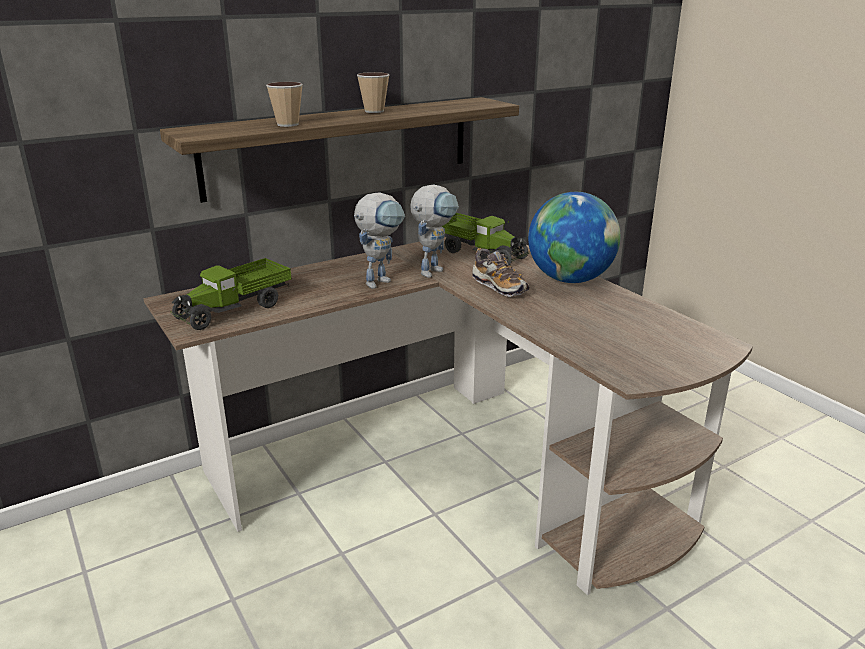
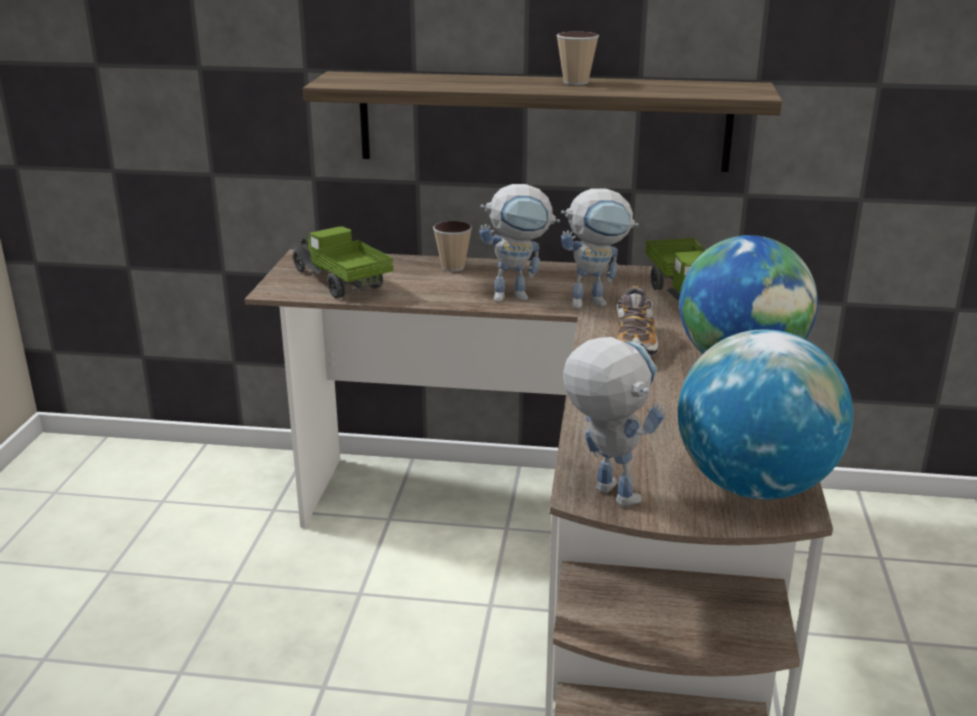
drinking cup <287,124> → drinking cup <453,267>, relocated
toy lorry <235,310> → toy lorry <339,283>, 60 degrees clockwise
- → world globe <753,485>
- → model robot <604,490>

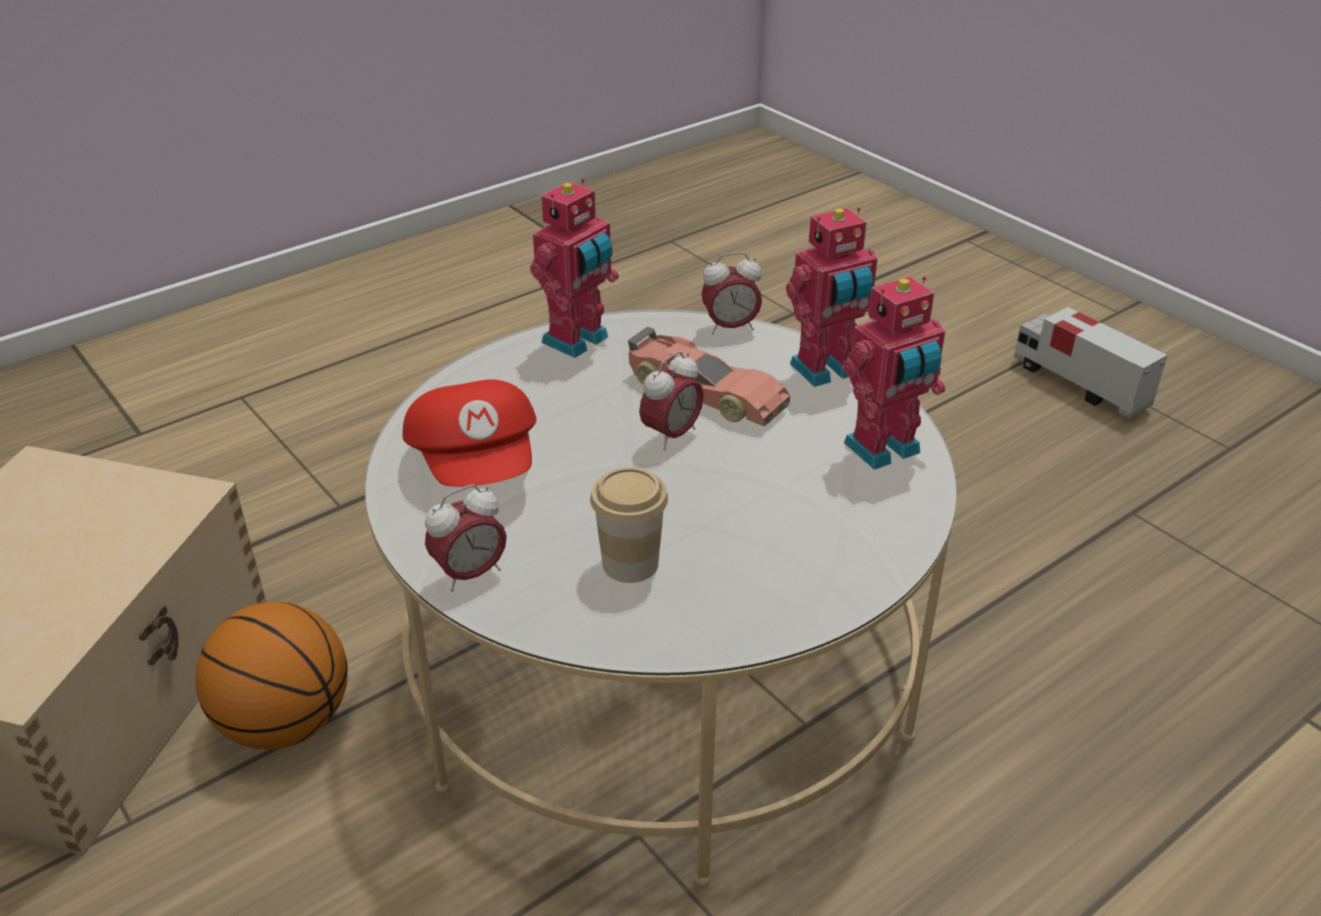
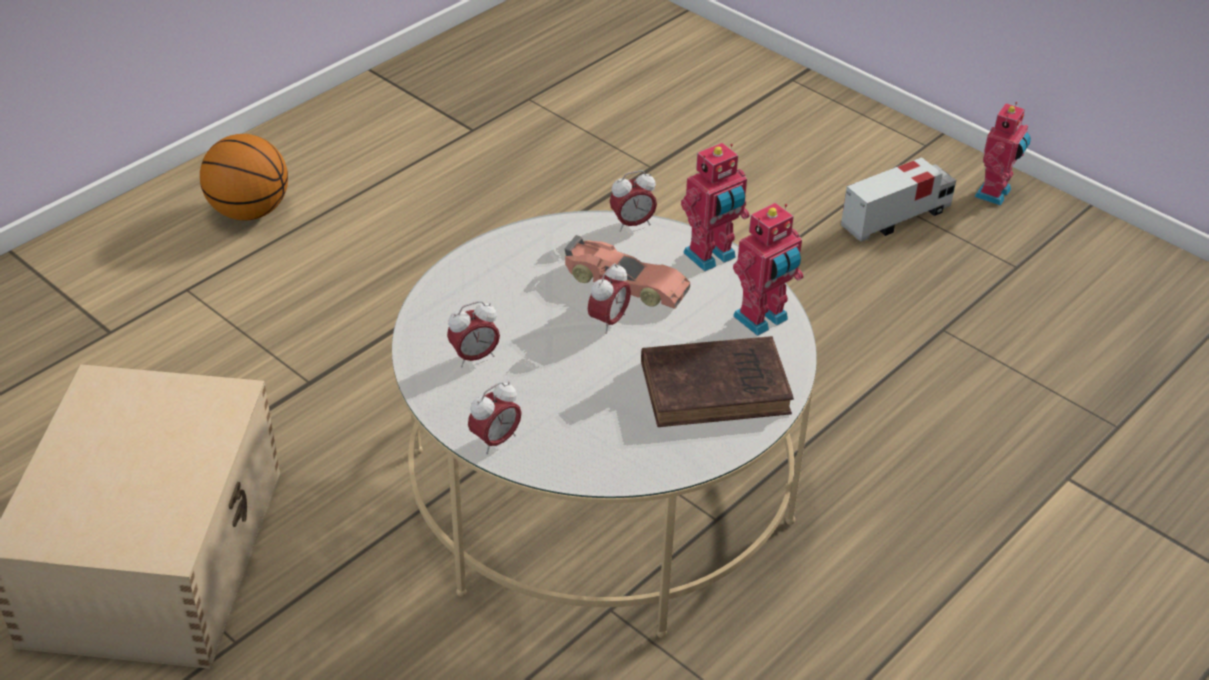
model robot <578,341> → model robot <995,194>, relocated
toy lorry <1079,384> → toy lorry <896,218>, 105 degrees clockwise
peaked cap in red-coloured <478,464> → table clock <474,357>
drinking cup <630,564> → -
ball for basketball <286,722> → ball for basketball <249,211>, relocated
- → volume in brown-coloured <719,388>

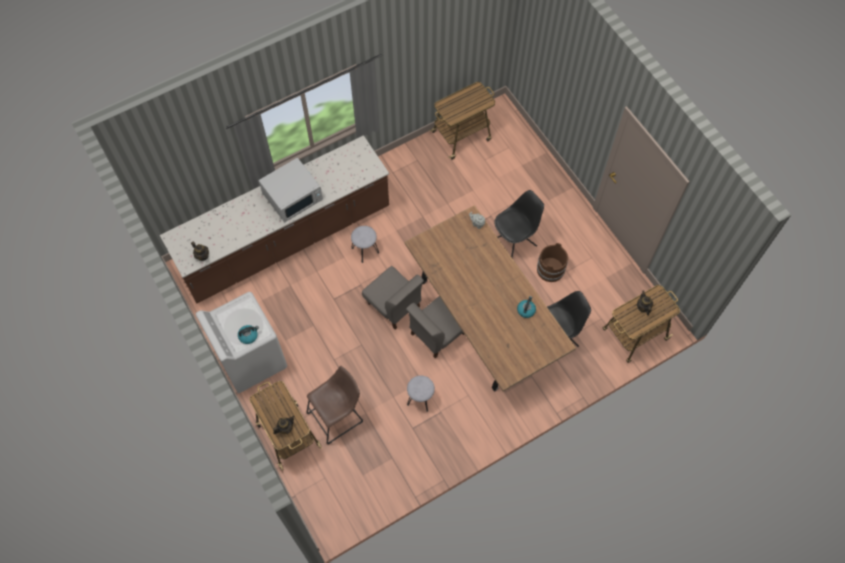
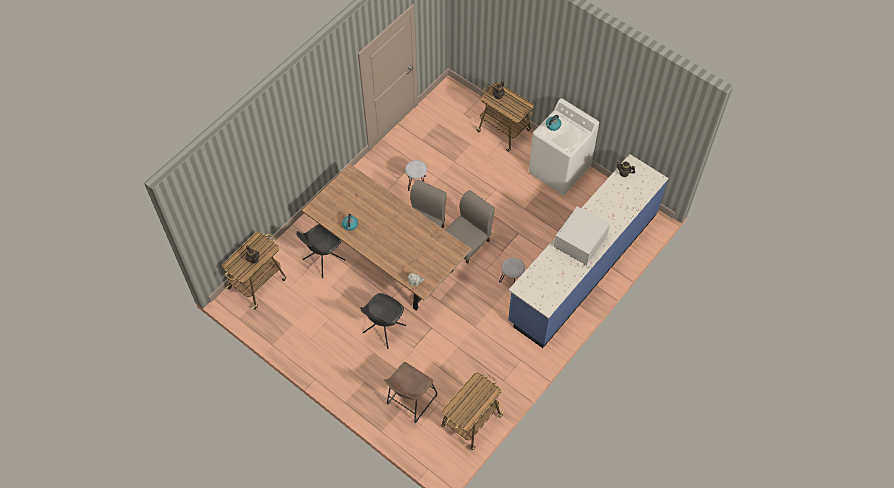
counter in brown-coloured <286,240> → counter in blue-coloured <583,267>
bucket in brown-coloured <550,269> → -
plain chair in greyish <394,305> → plain chair in greyish <467,243>, 105 degrees clockwise
stool seat in brown-coloured <338,416> → stool seat in brown-coloured <410,401>, relocated

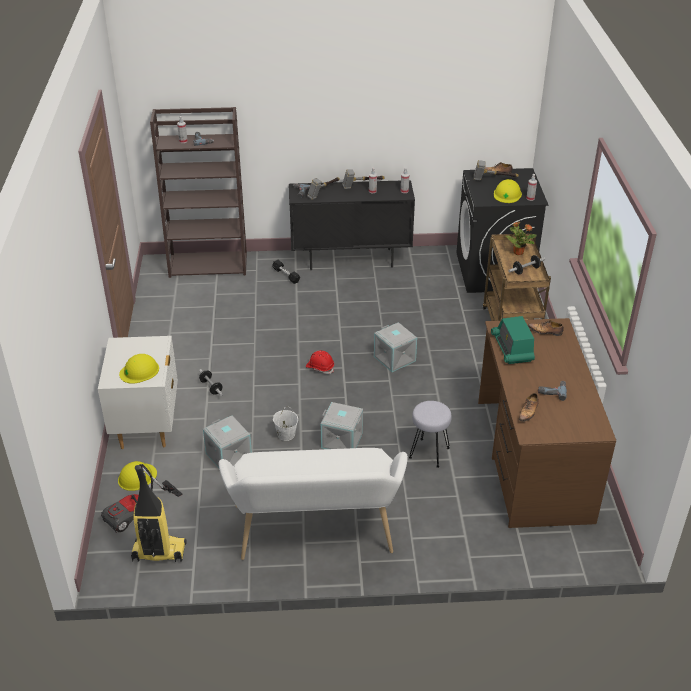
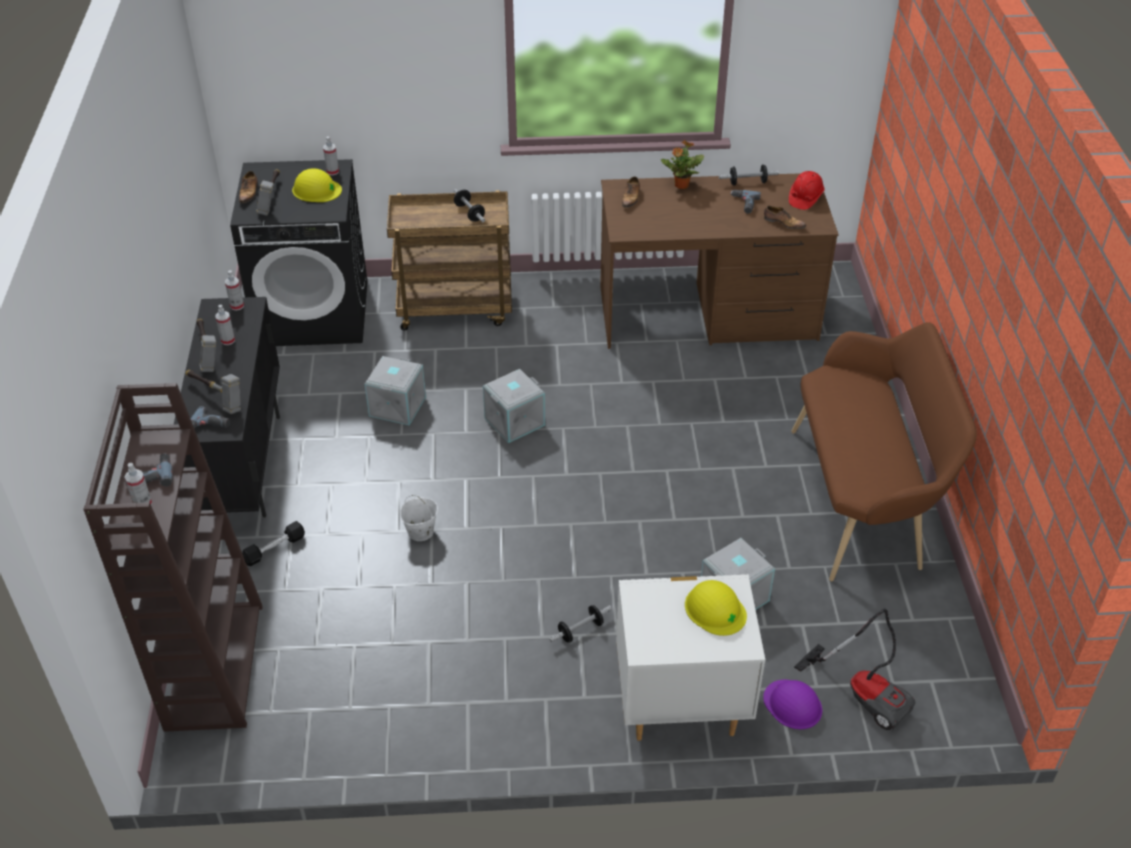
potted plant <518,252> → potted plant <681,185>, relocated
radio <512,348> → -
hard hat in red-coloured <320,367> → hard hat in red-coloured <805,198>, relocated
stool seat in greyish <428,452> → -
storage box in greyish <342,440> → storage box in greyish <396,406>, relocated
bucket in whitish <286,434> → bucket in whitish <420,532>, relocated
long seat in whitish <315,535> → long seat in brown-coloured <864,500>
hard hat in yellowish <137,477> → hard hat in purple-coloured <793,704>
vacuum cleaner <158,553> → -
- → dumbbell <747,182>

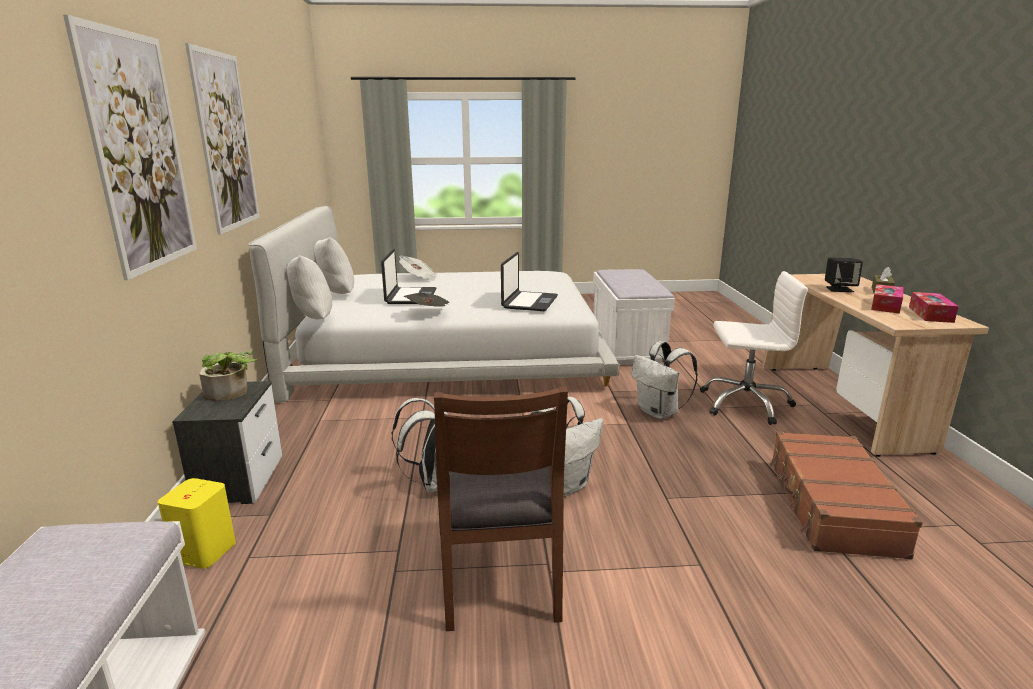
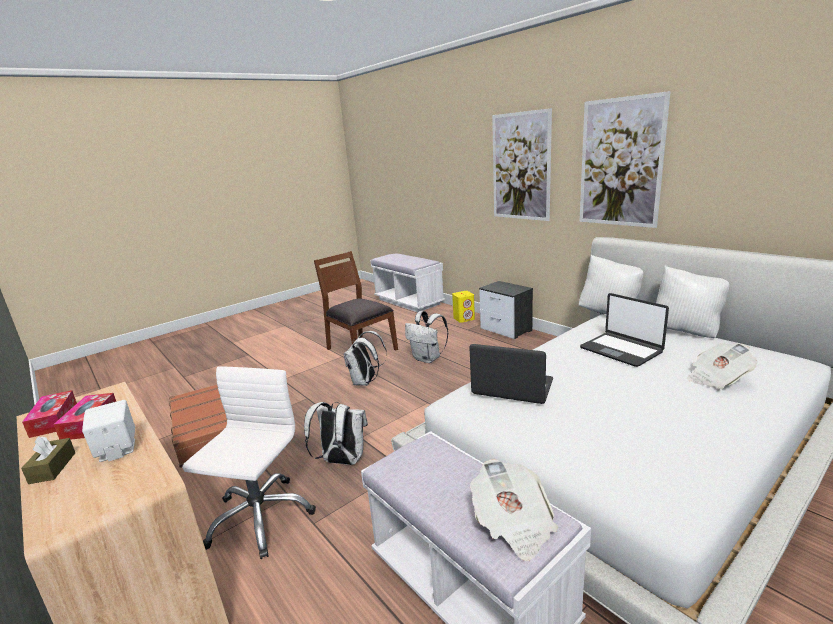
portable computer <529,302> → portable computer <512,388>, 135 degrees clockwise
audio speaker in black <839,289> → audio speaker in whitish <117,451>
office chair in whitish <745,403> → office chair in whitish <260,517>, 135 degrees clockwise
printed paper <429,312> → printed paper <513,525>, relocated
potted plant <231,393> → -

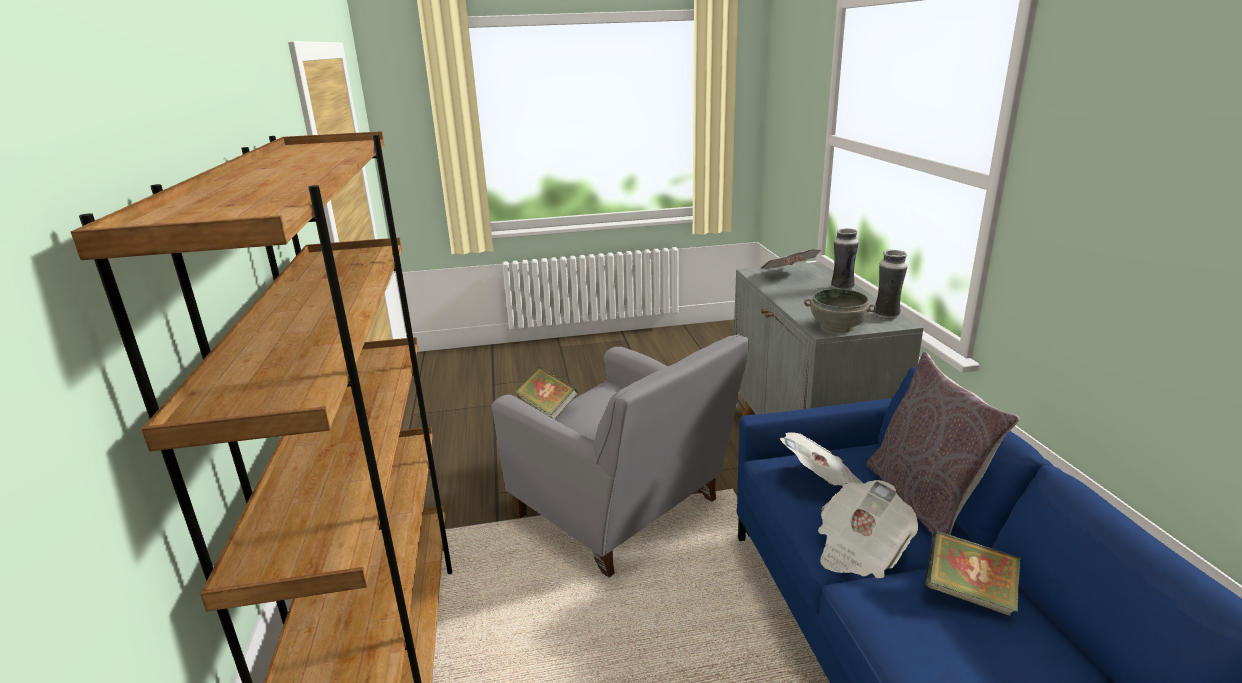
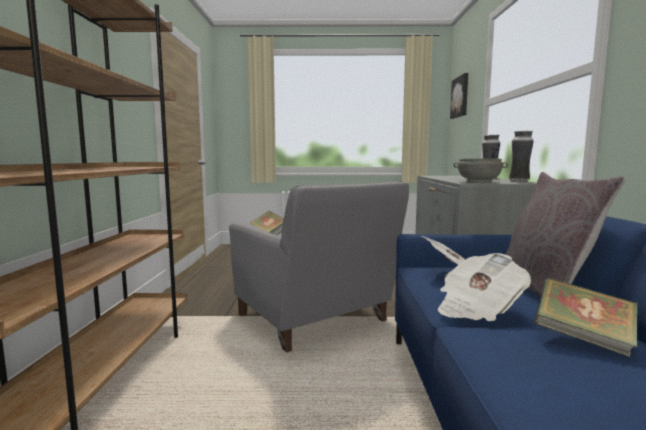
printed paper <788,275> → -
- → wall picture <460,97>

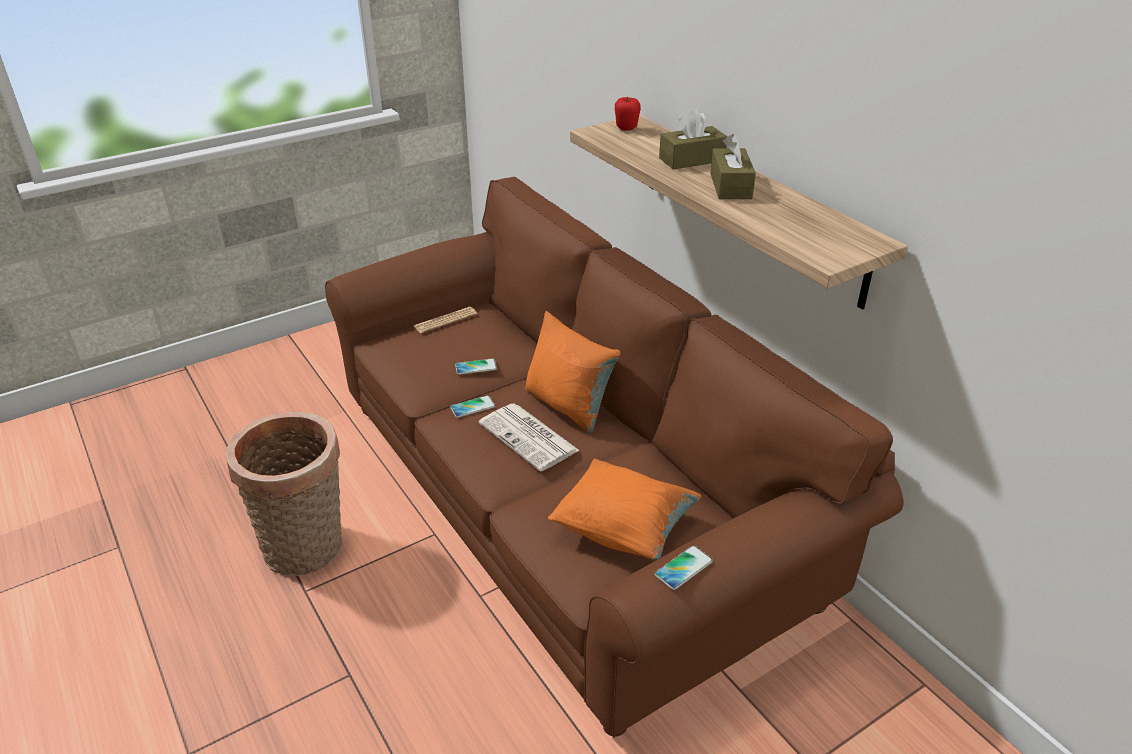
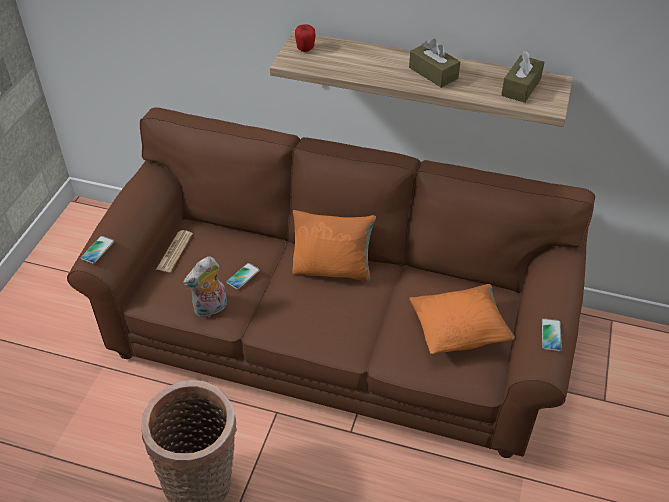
box of tissues in brown-coloured <691,159> → box of tissues in brown-coloured <521,87>, relocated
handset <472,407> → handset <97,250>, relocated
printed paper <530,437> → -
- → soft toy <211,309>

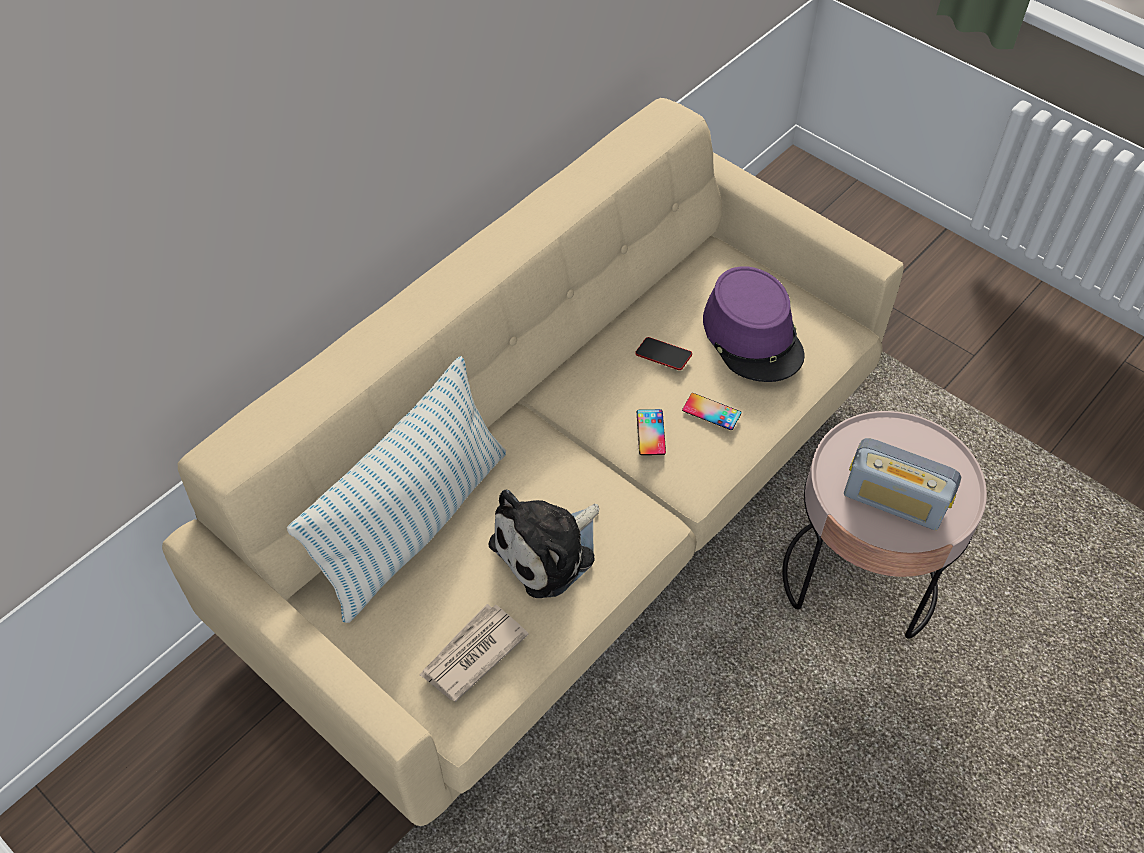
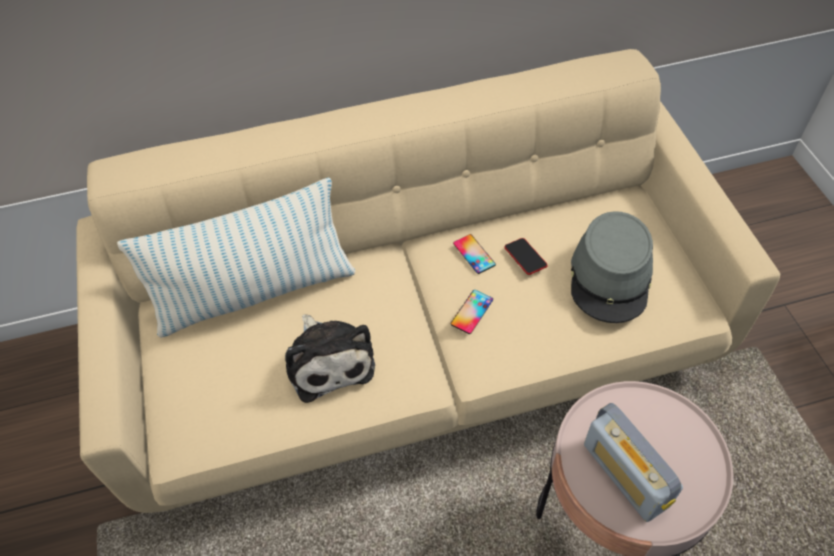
hat in purple-coloured <753,336> → hat in greyish <611,276>
handset <711,412> → handset <474,254>, relocated
soft toy <548,549> → soft toy <328,360>, 105 degrees counterclockwise
printed paper <472,654> → -

